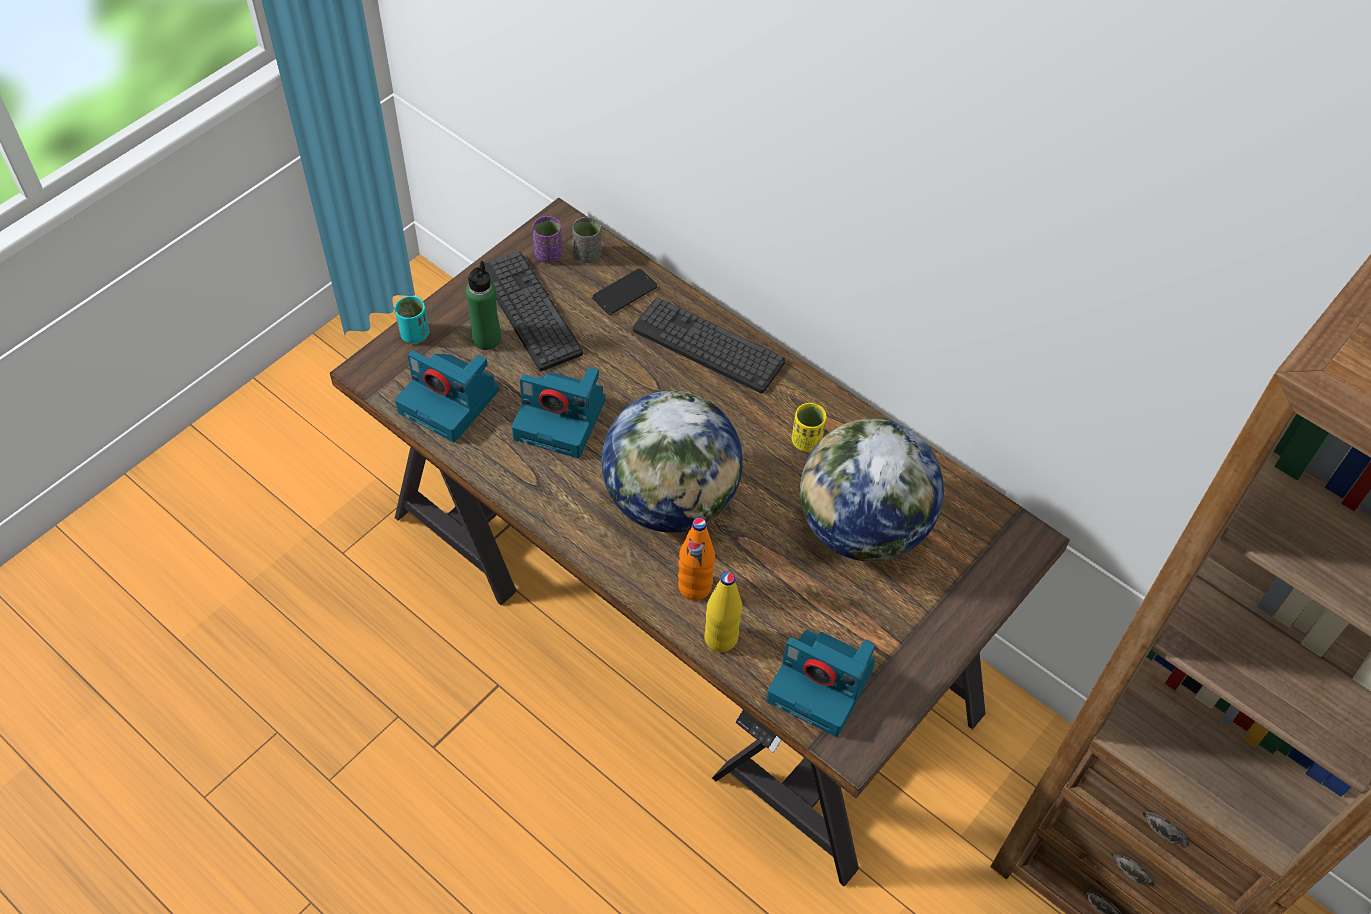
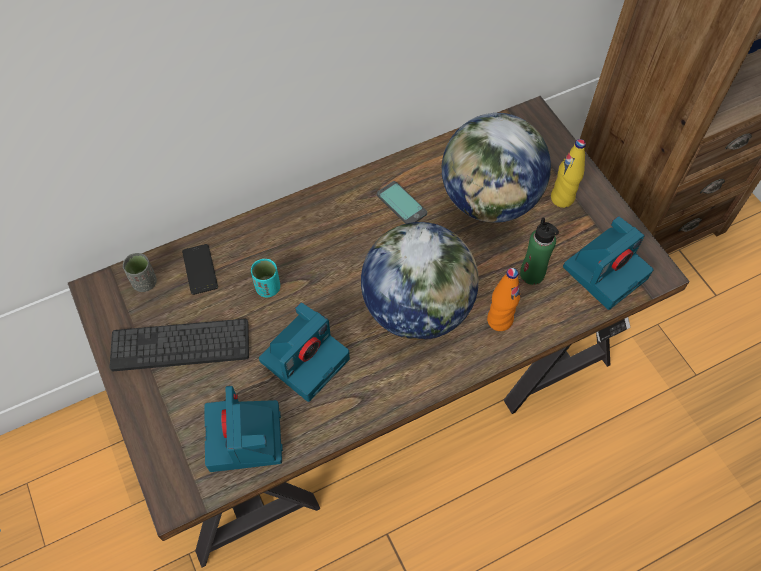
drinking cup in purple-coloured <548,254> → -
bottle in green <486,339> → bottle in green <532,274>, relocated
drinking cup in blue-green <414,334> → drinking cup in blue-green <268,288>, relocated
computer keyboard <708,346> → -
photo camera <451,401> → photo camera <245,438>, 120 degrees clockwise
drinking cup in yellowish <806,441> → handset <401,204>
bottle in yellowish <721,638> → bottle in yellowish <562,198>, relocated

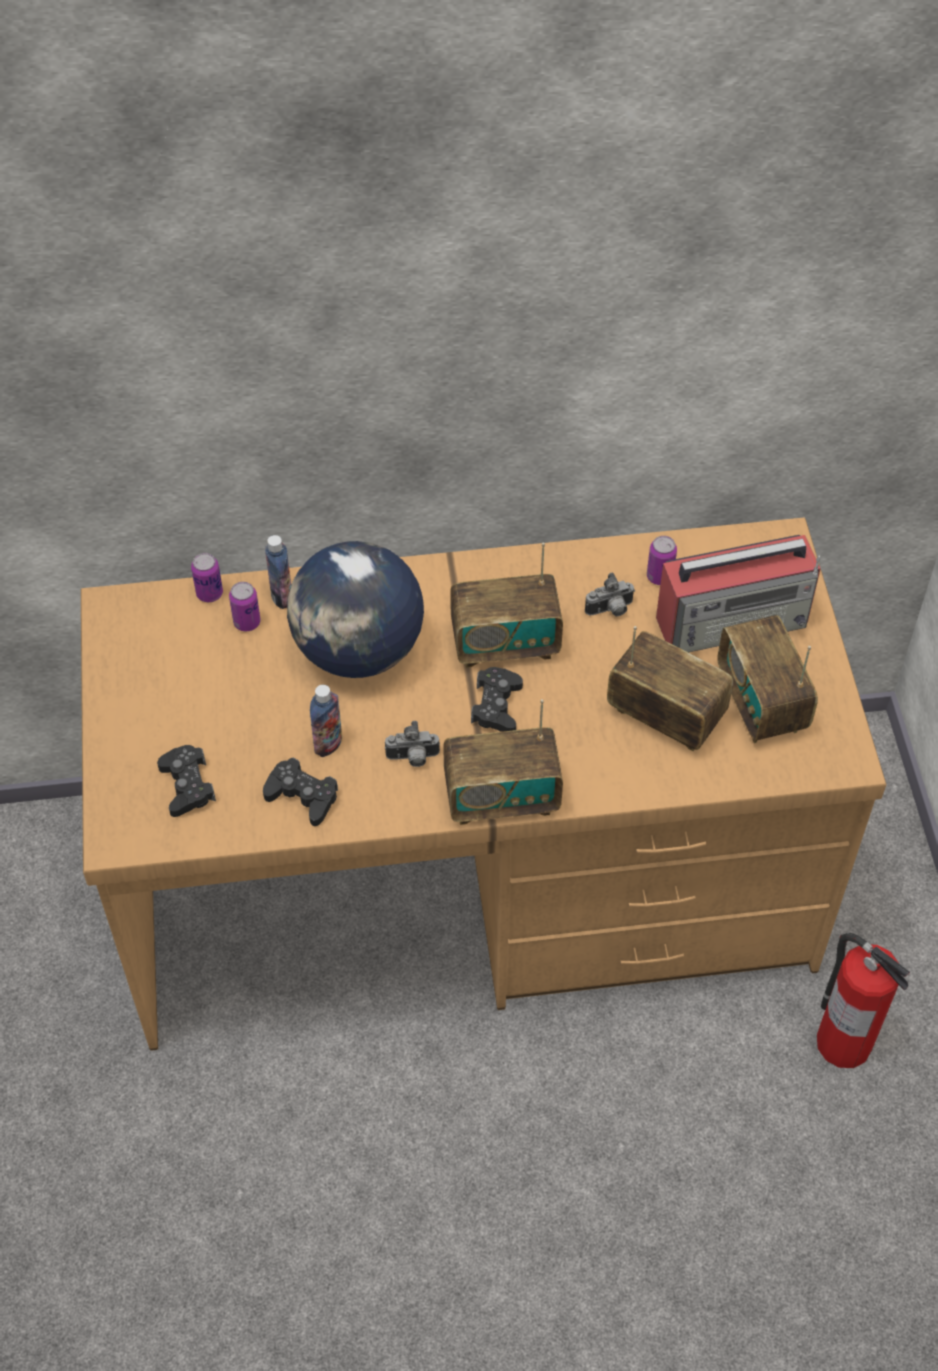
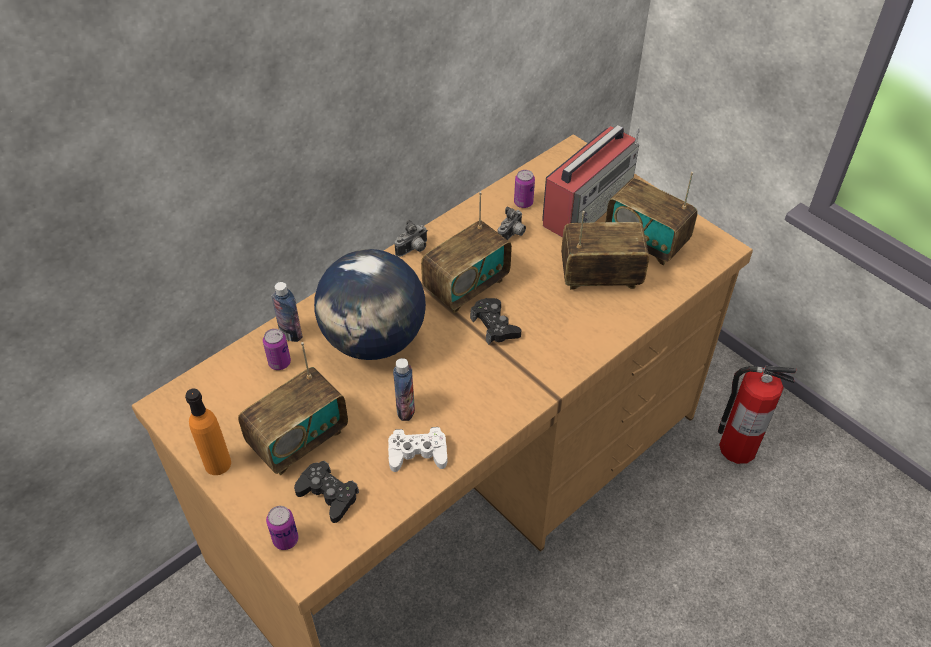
sealed can <209,593> → sealed can <285,539>, relocated
radio <501,798> → radio <299,440>, relocated
photo camera <413,758> → photo camera <413,250>, relocated
game controller in black <302,796> → game controller in whitish <417,453>
- → bottle in orange-coloured <218,464>

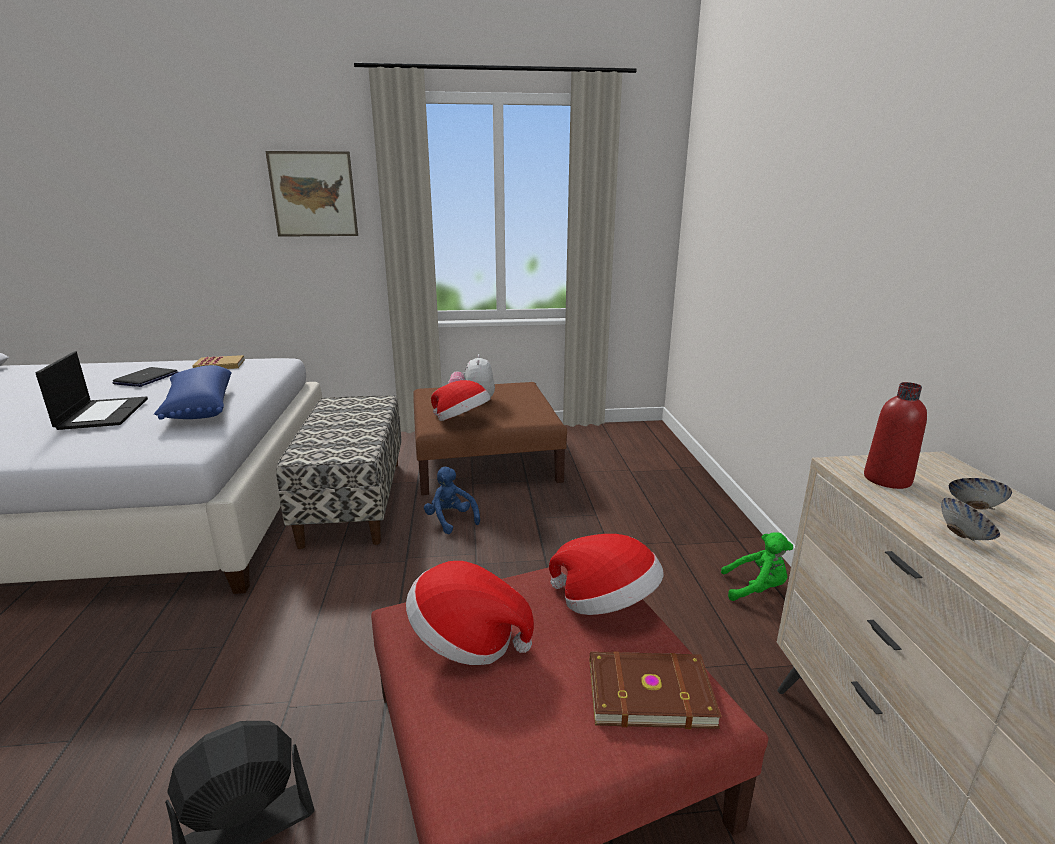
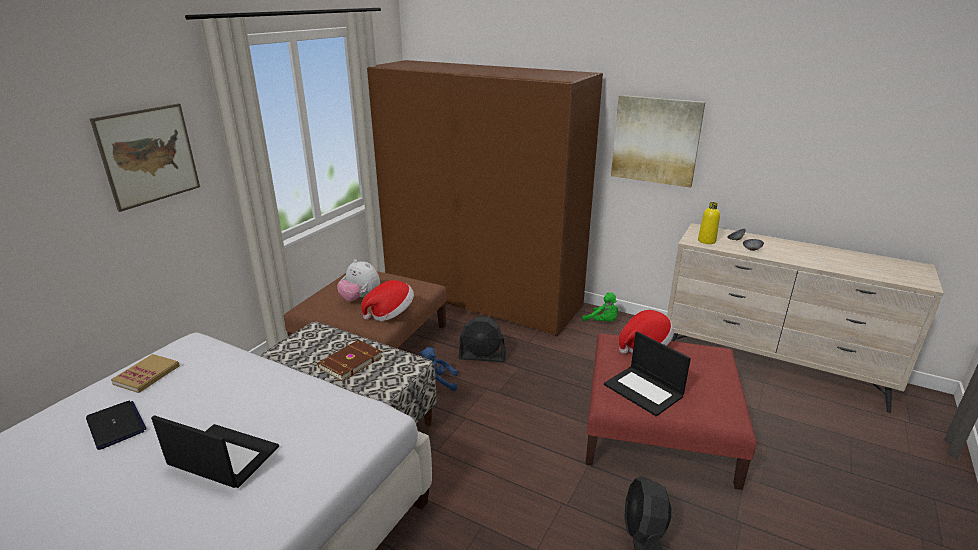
throw pillow in blue-coloured <198,408> → -
bottle in red-coloured <887,479> → bottle in yellowish <706,241>
soft toy in green <756,589> → soft toy in green <602,322>, 90 degrees clockwise
hat <466,640> → portable computer <644,390>
volume in brown-coloured <648,691> → volume in brown-coloured <349,362>, relocated
- → armoire in brown-coloured <480,296>
- → wall picture <656,140>
- → fan in black <482,356>

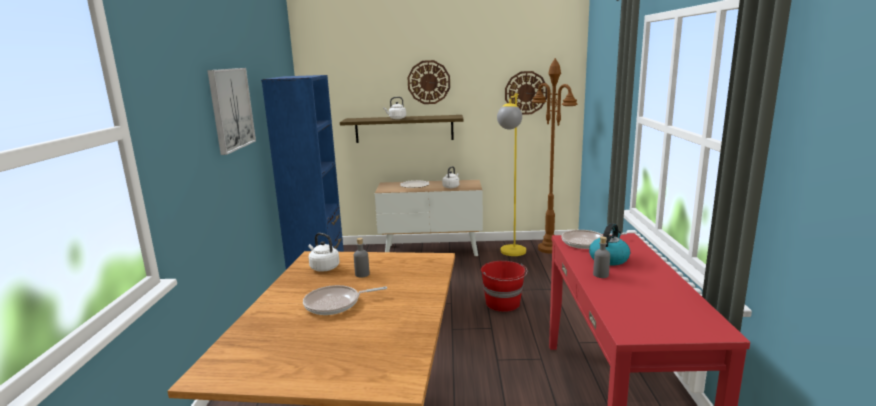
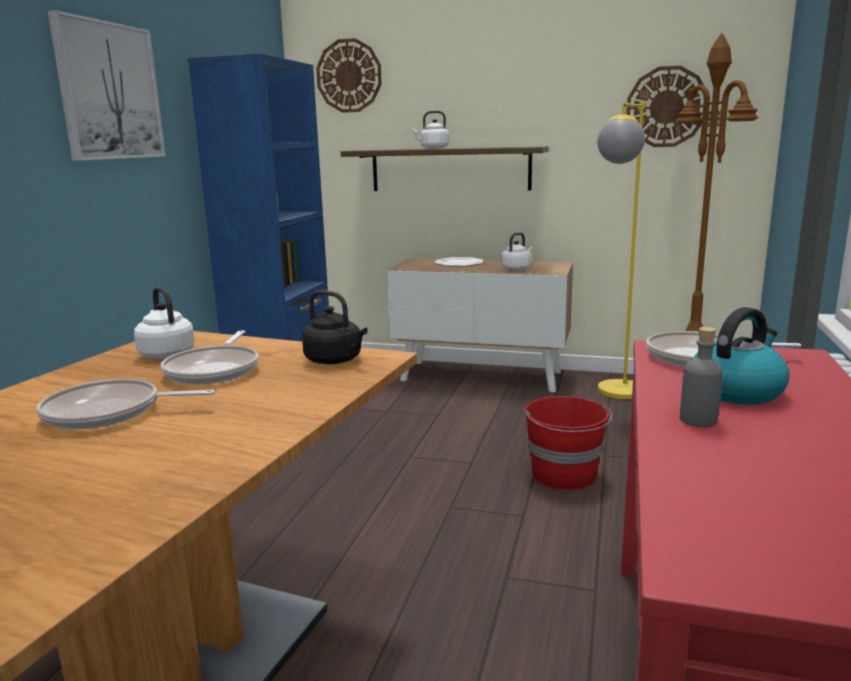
clock on the wall <429,82> → clock on the wall <349,76>, relocated
bottle in greyish <362,274> → pan <215,370>
- → tea kettle in black <336,360>

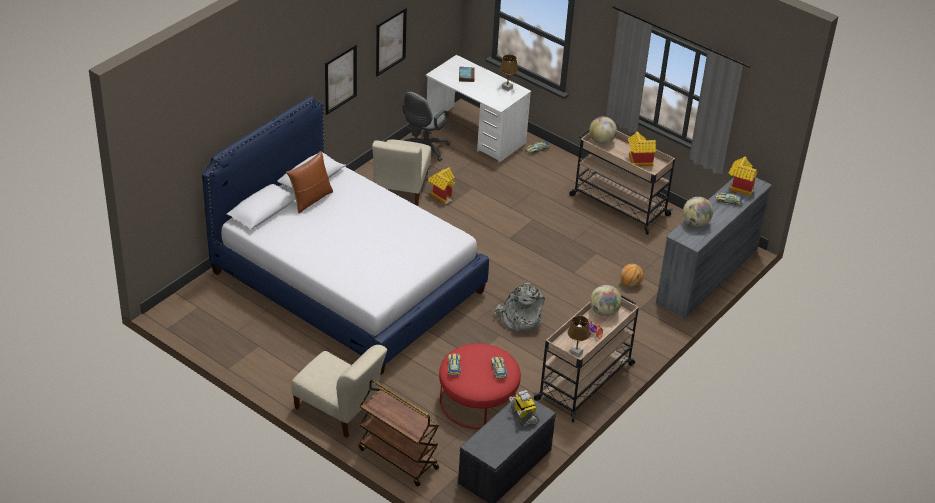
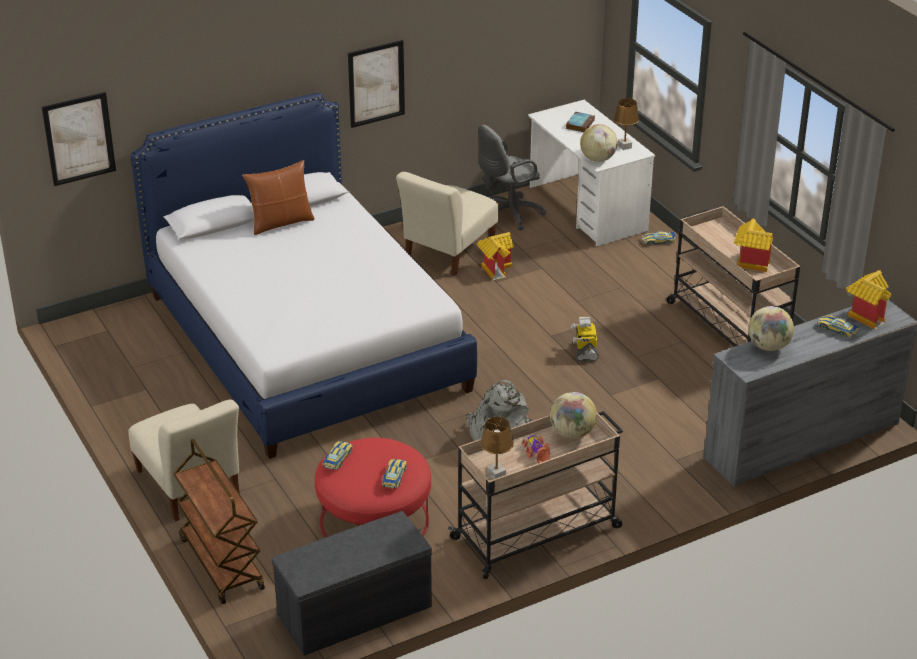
wall picture <390,41> → wall picture <79,139>, relocated
world globe <601,141> → world globe <598,159>, relocated
ball for basketball <630,283> → -
model robot <523,416> → model robot <585,351>, relocated

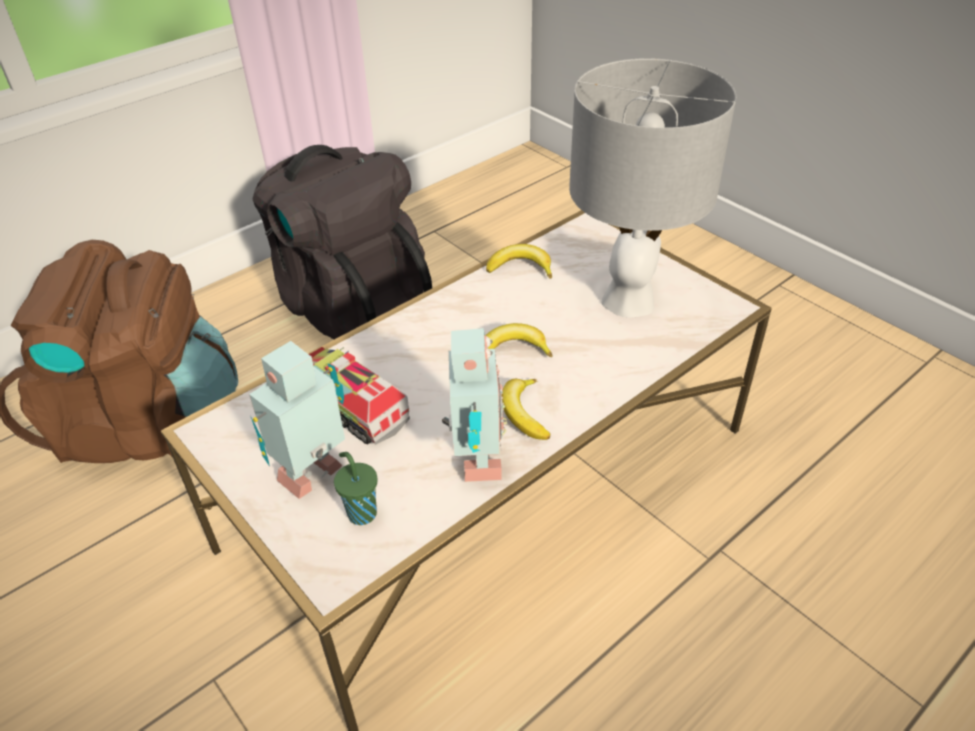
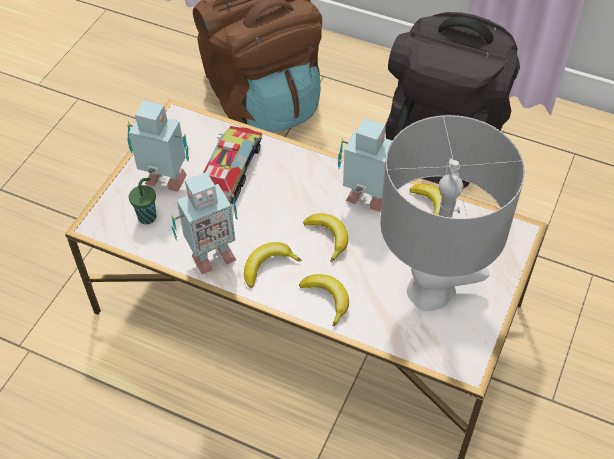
- → model robot <366,201>
- → whole banana <327,299>

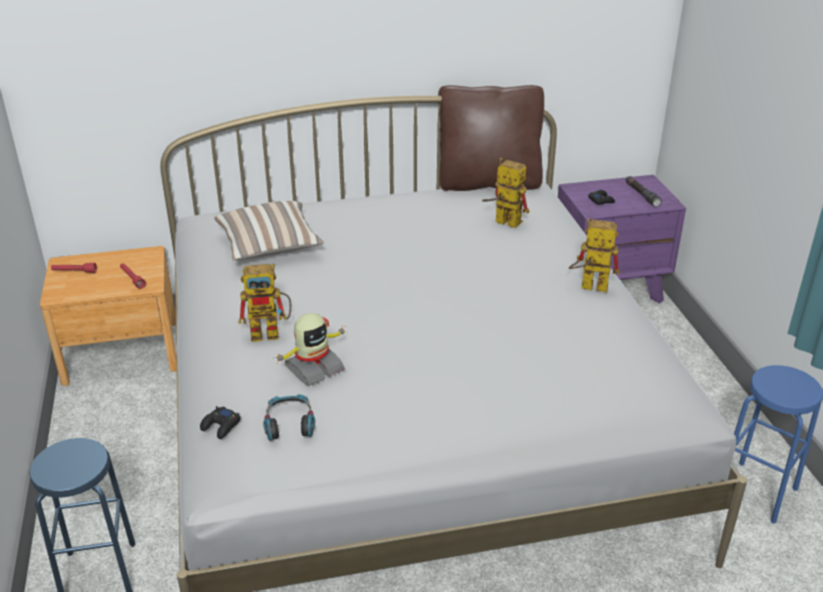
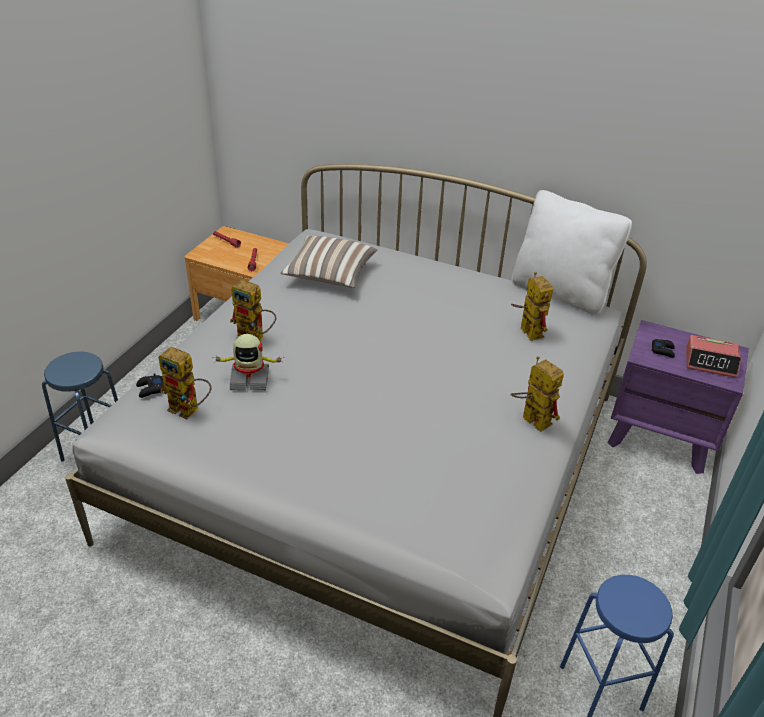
throw pillow in brown-coloured <488,183> → throw pillow in whitish <560,292>
hand torch in black <641,195> → table clock <710,362>
pair of headphones <289,423> → model robot <190,410>

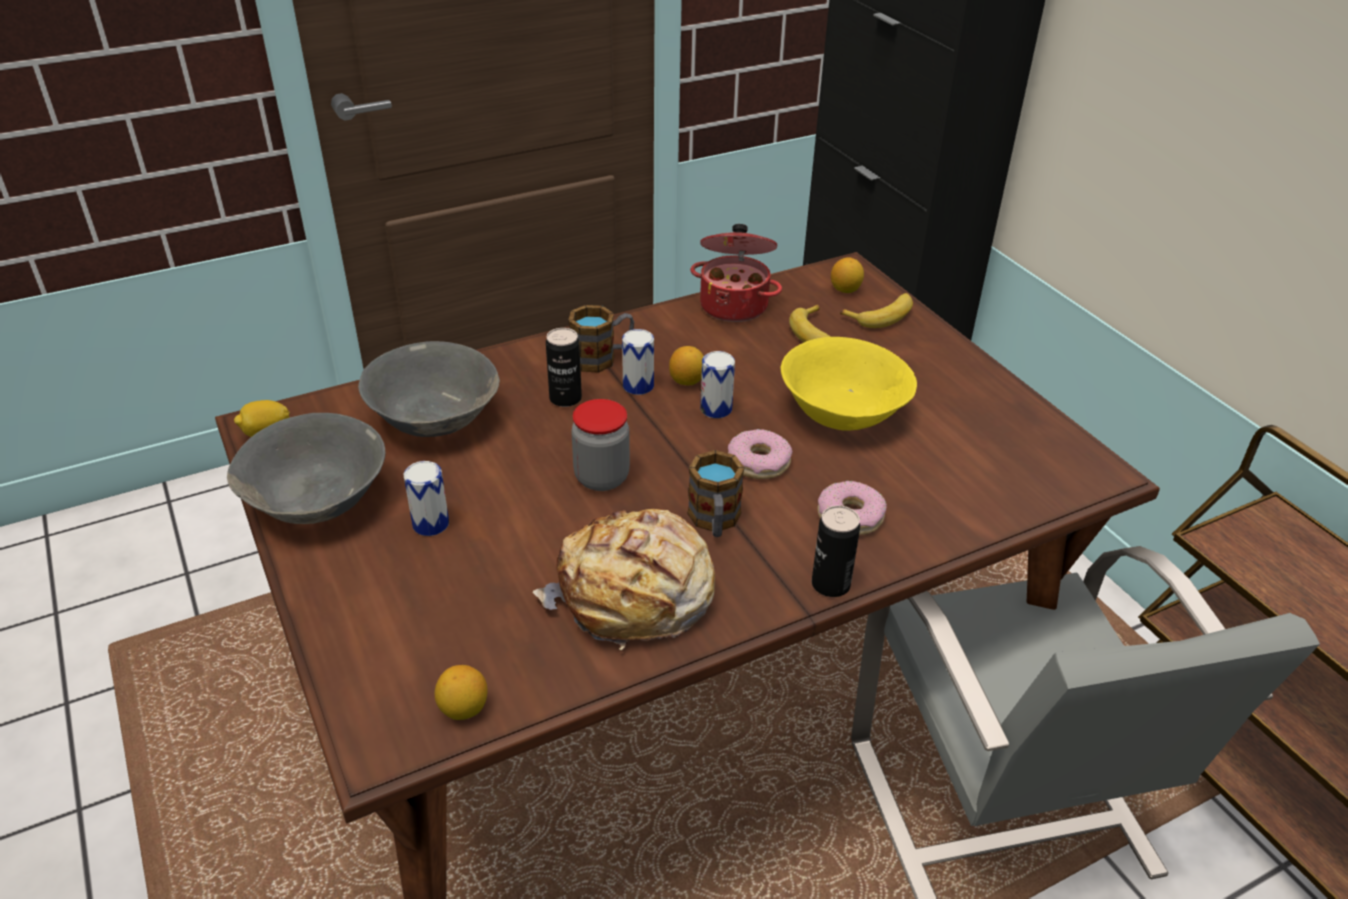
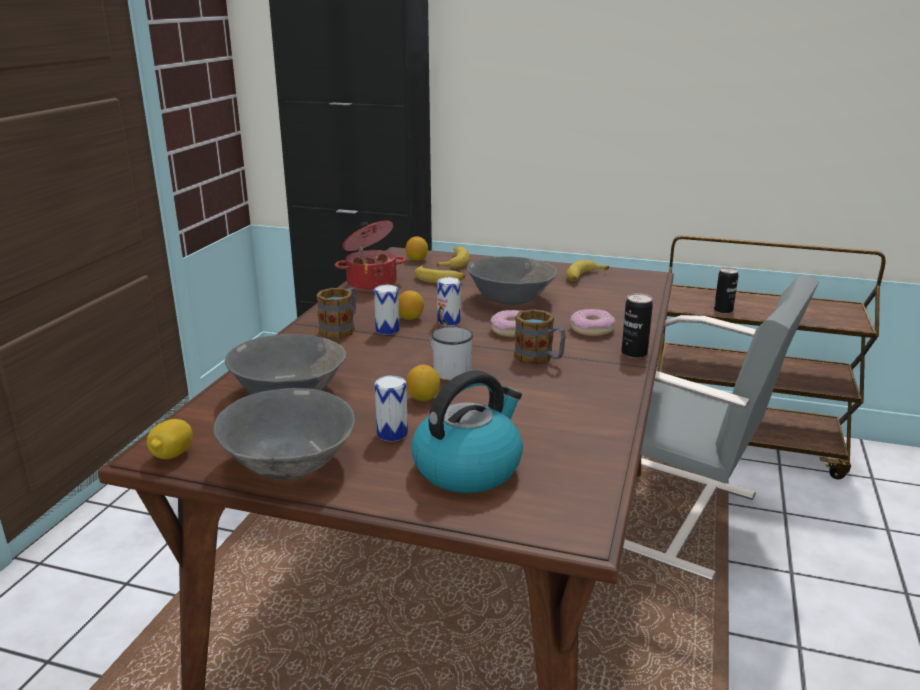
sealed can <565,398> → sealed can <723,310>, relocated
serving bowl in yellowish <841,413> → serving bowl in greyish <510,299>
preserve jar <602,477> → tea mug in whitish <448,370>
baked bread <635,596> → -
lemon <464,709> → lemon <423,398>, relocated
- → whole banana <584,277>
- → tea kettle <468,467>

